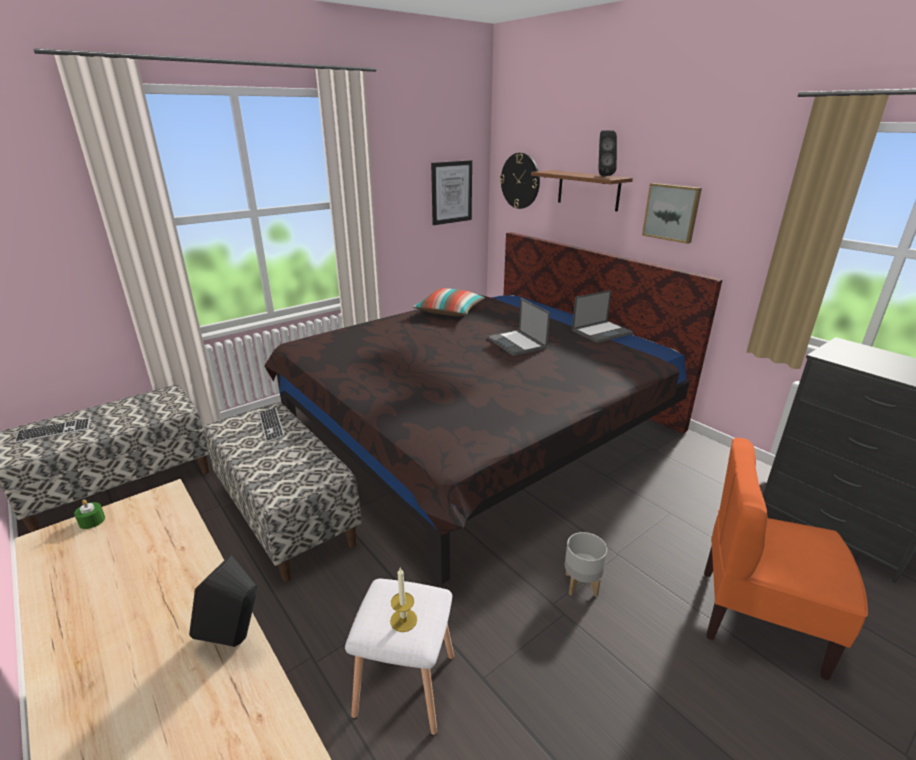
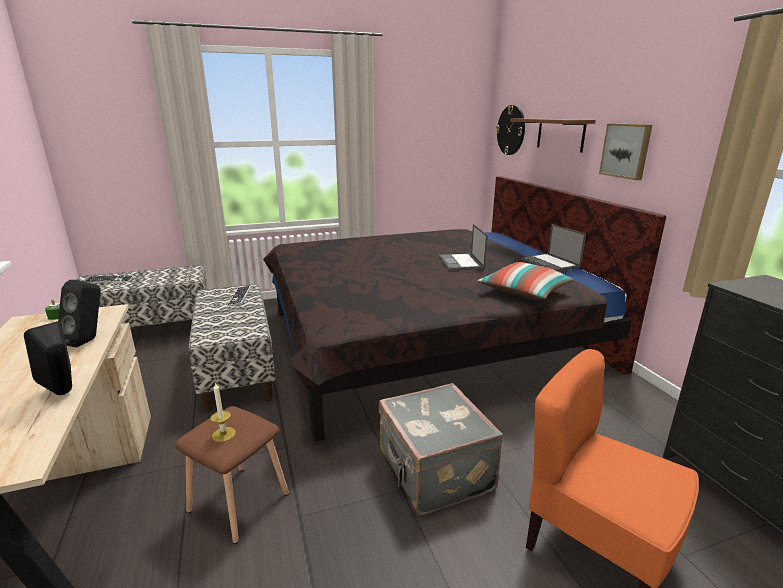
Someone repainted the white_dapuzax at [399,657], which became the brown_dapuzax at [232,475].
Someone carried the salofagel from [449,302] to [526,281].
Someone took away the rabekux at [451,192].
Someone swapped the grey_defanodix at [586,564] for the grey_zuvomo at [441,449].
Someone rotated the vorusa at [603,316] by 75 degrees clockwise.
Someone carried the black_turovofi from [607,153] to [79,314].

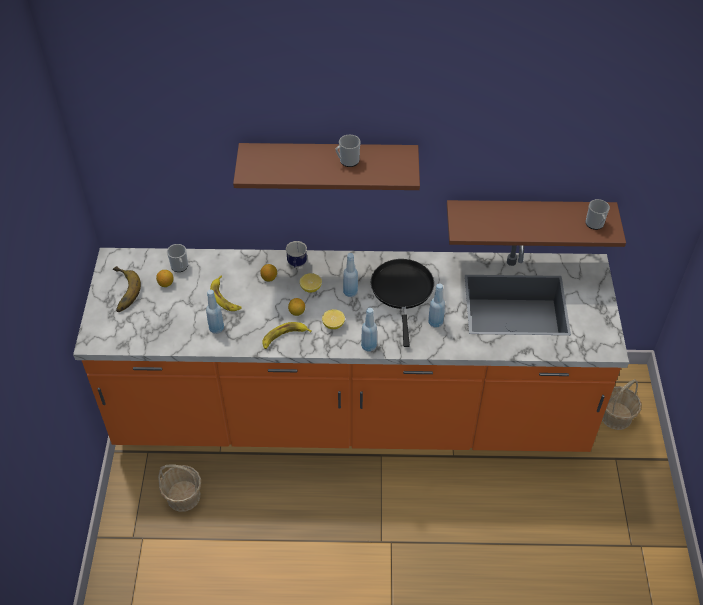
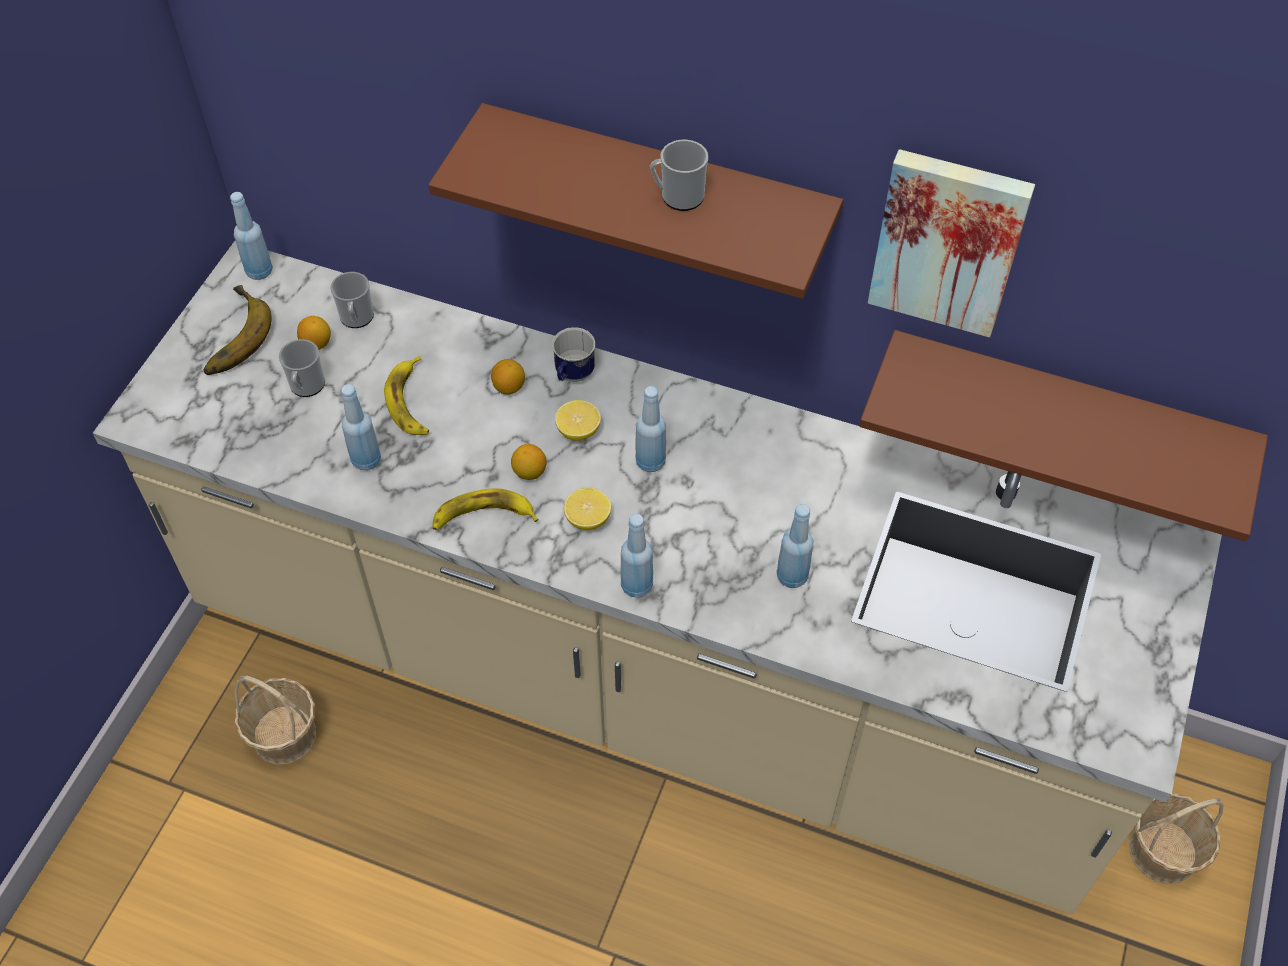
Someone repainted the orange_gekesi at [351,348], which became the beige_gekesi at [657,577].
Someone took away the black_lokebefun at [402,303].
Someone carried the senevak from [598,214] to [302,368].
Someone put down the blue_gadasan at [251,236].
Someone put up the rabekux at [951,243].

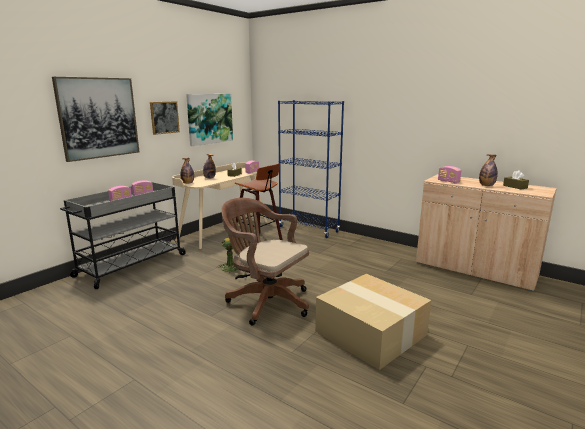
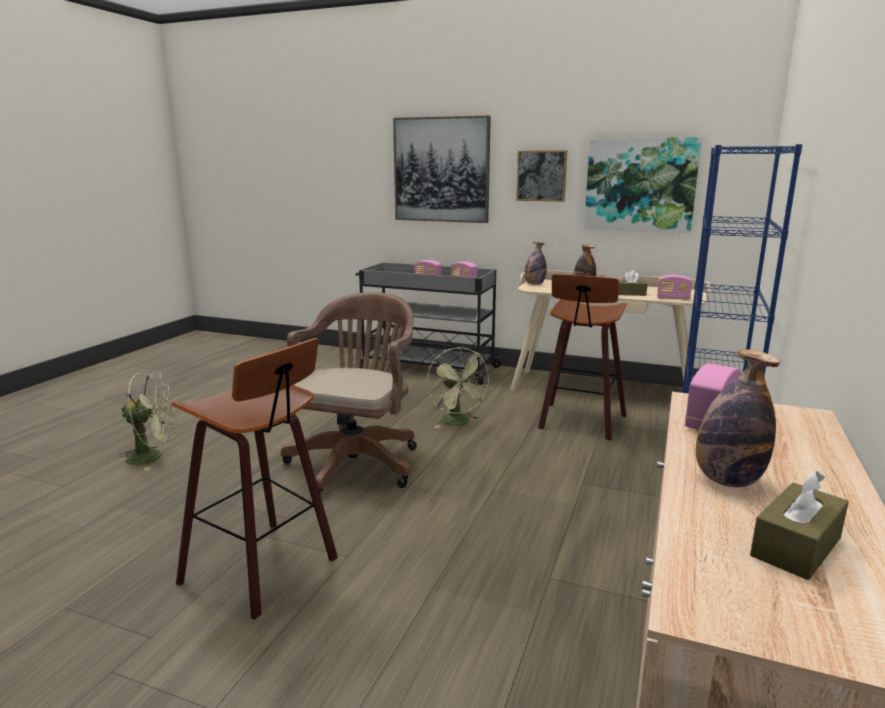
Someone swapped the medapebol at [373,322] for the dapuzax at [254,479].
Someone put down the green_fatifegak at [148,421].

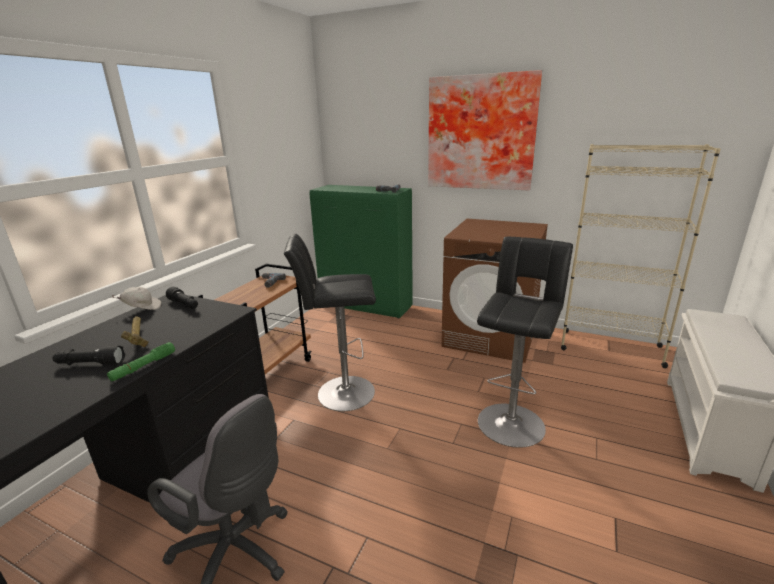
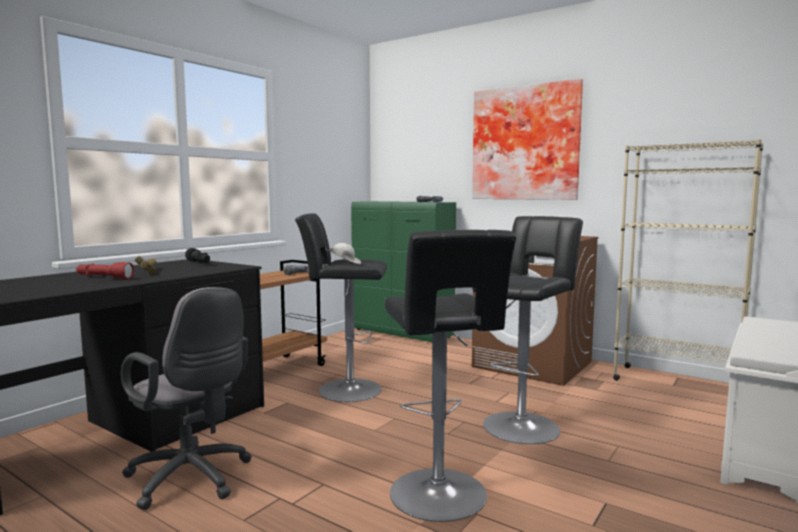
Someone repainted the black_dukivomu at [88,355], which became the red_dukivomu at [105,270].
Someone took away the green_dukivomu at [141,361].
Someone carried the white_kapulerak from [136,298] to [343,253].
Someone put down the black_dapuzax at [450,376].

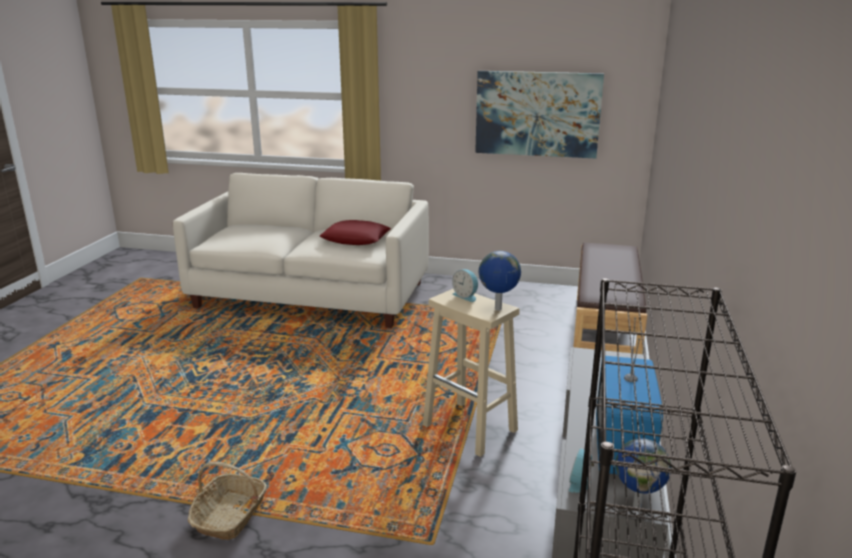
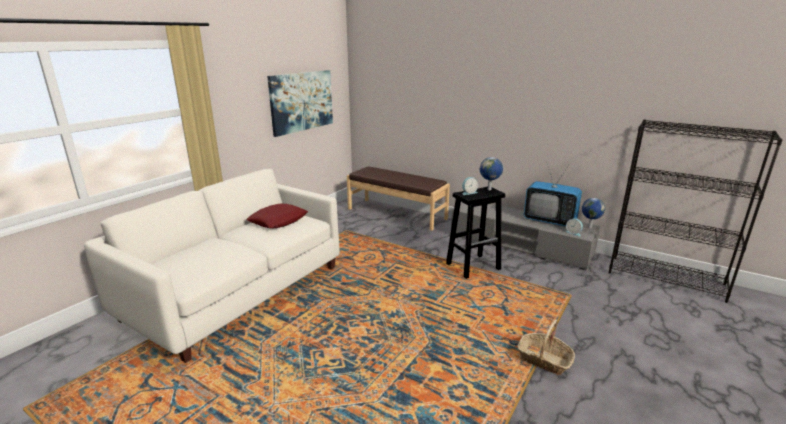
Someone repainted the beige_dapuzax at [471,373], which became the black_dapuzax at [475,232].

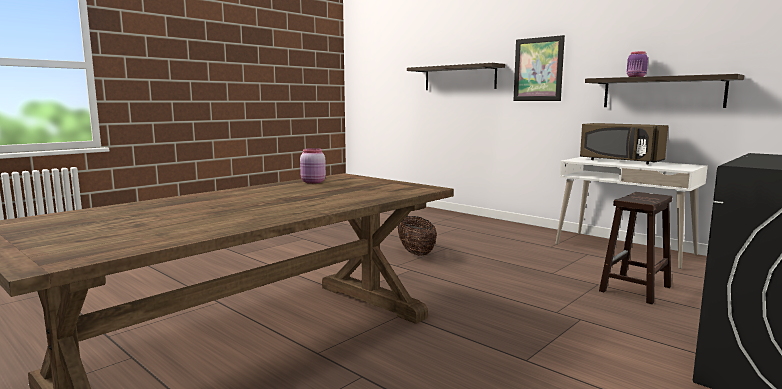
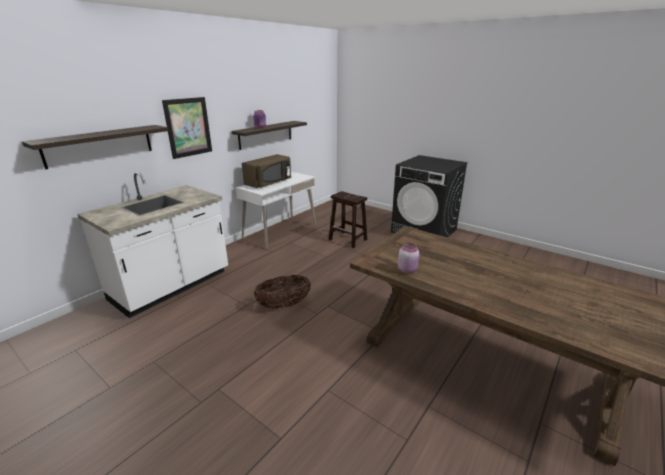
Someone put down the white_gekesi at [152,245].

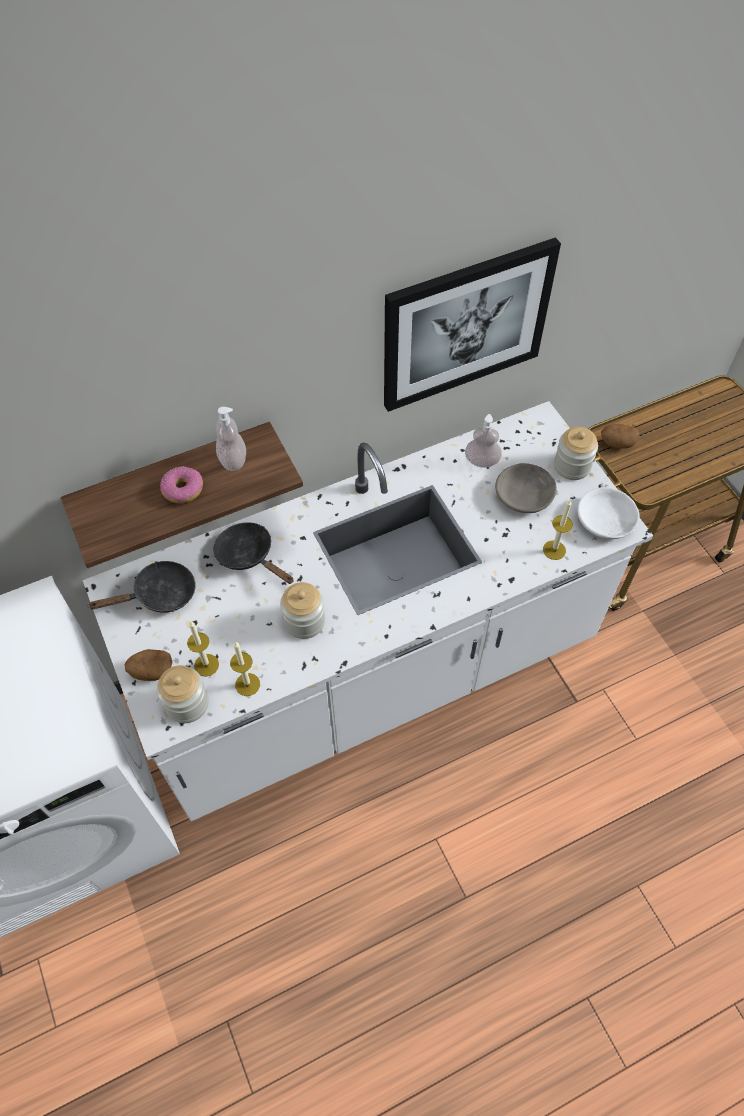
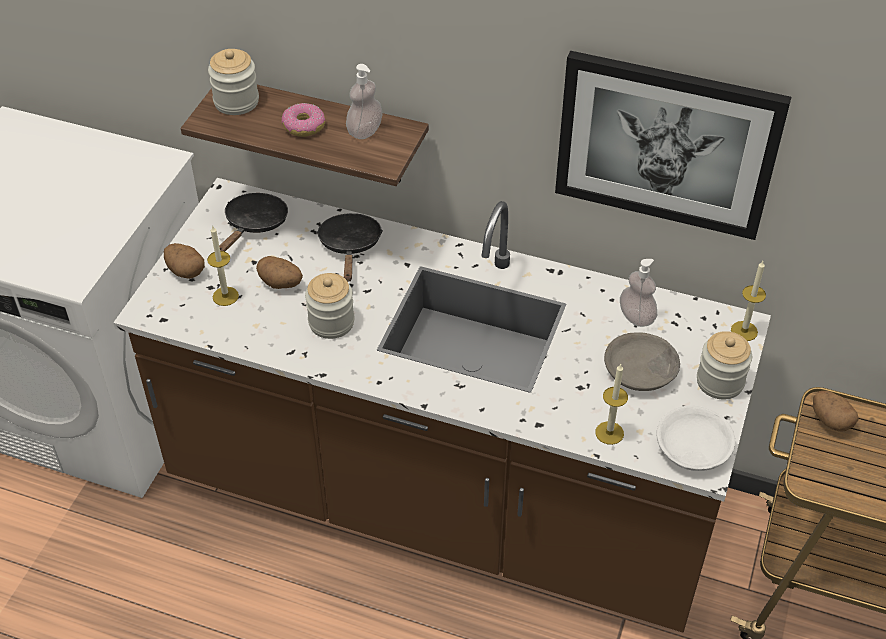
Someone repainted the white_gekesi at [368,611], which became the brown_gekesi at [442,405].
Someone rotated the black_lokebefun at [142,587] by 90 degrees counterclockwise.
Someone carried the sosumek from [183,694] to [233,82].
Someone carried the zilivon from [245,669] to [748,301].
Someone put down the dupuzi at [279,272].

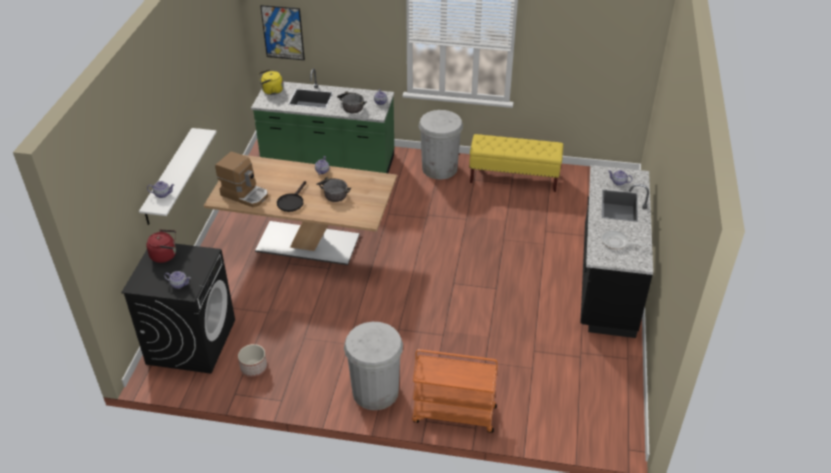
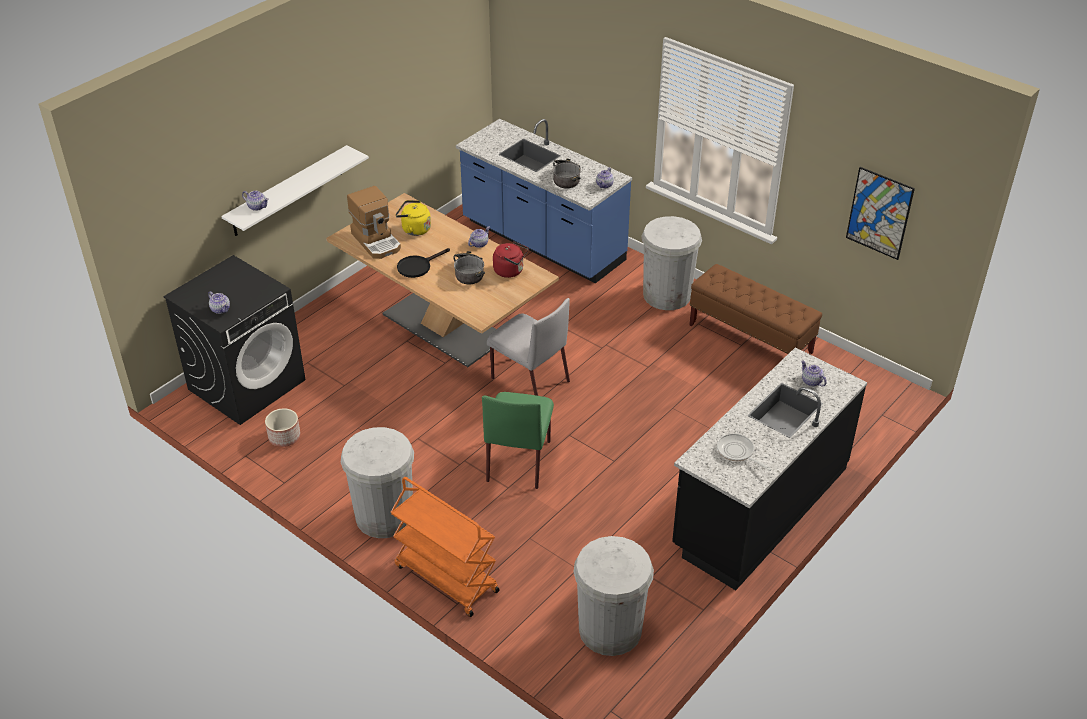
Someone carried the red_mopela from [161,246] to [511,259].
Someone repainted the green_gekesi at [322,120], which became the blue_gekesi at [544,201].
Someone carried the yellow_mopela from [271,82] to [413,218].
Someone carried the rabekux from [282,32] to [880,213].
Someone repainted the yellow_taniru at [516,163], which became the brown_taniru at [755,309].
Someone put down the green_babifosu at [518,440].
Someone put down the grey_babifosu at [528,347].
Someone put down the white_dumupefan at [614,596].

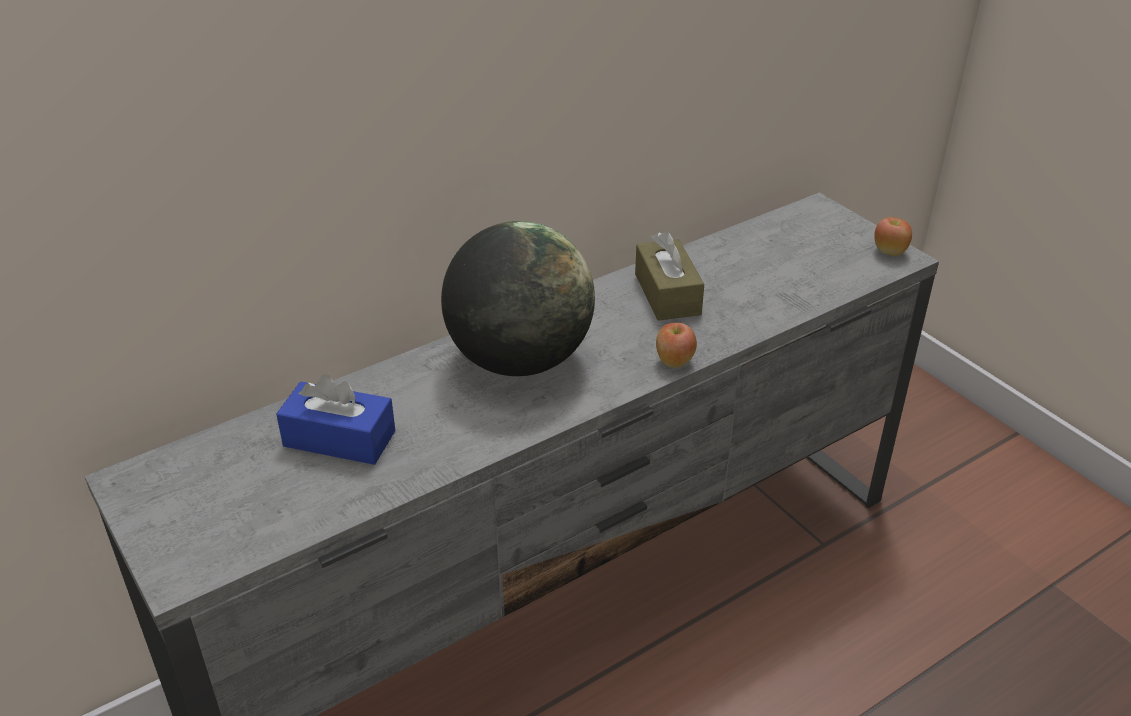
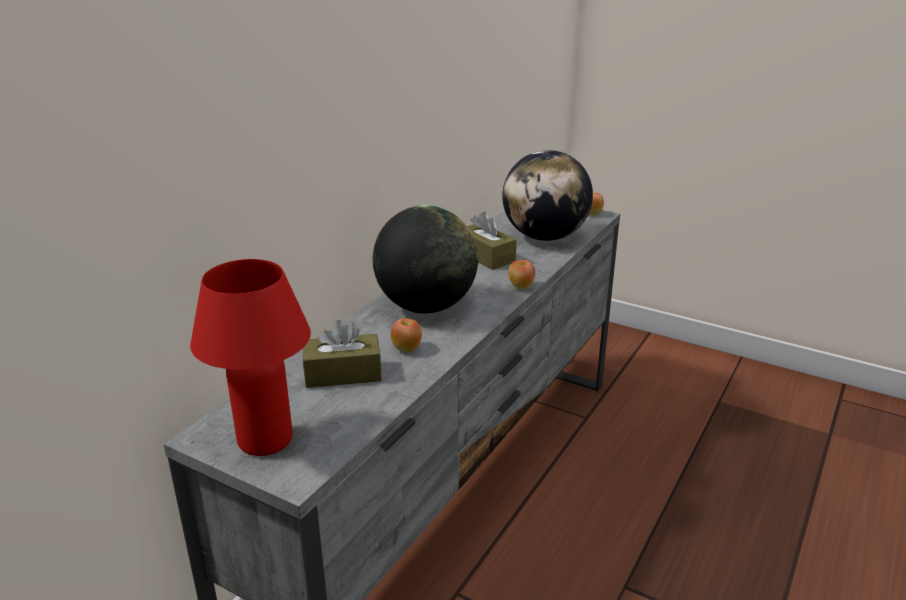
Someone repainted the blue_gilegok at [335,419], which became the brown_gilegok at [342,354].
Someone put down the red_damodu at [250,357].
Someone put down the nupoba at [406,335].
Someone put down the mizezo at [547,195].

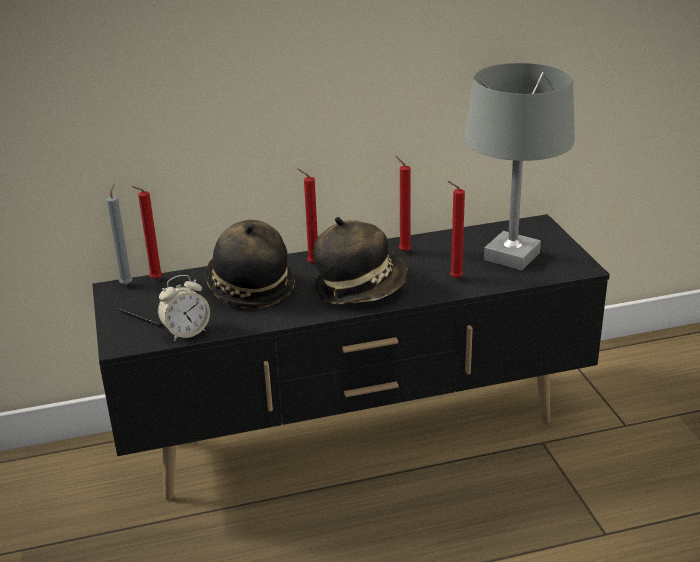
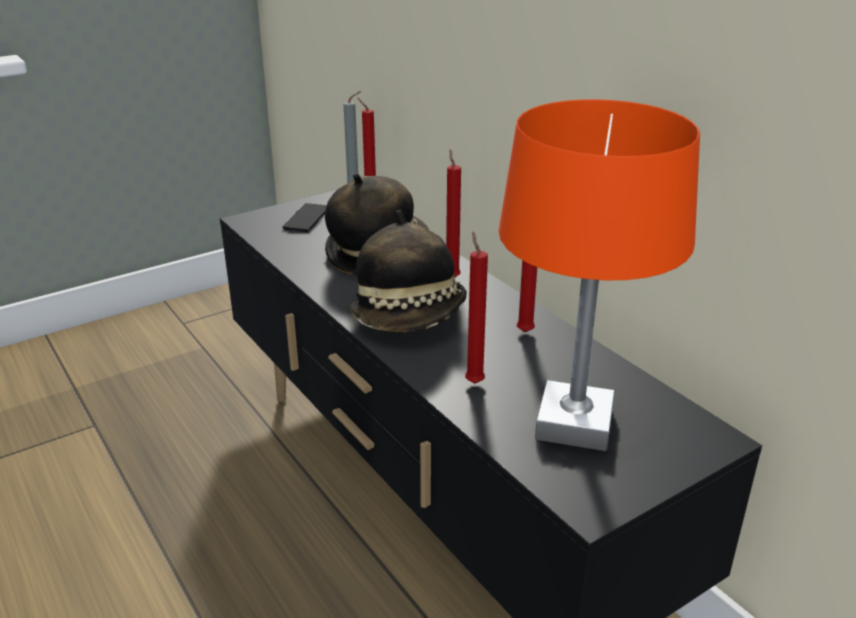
Someone took away the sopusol at [184,308].
Someone repainted the grey_damodu at [520,167], which became the orange_damodu at [599,275].

